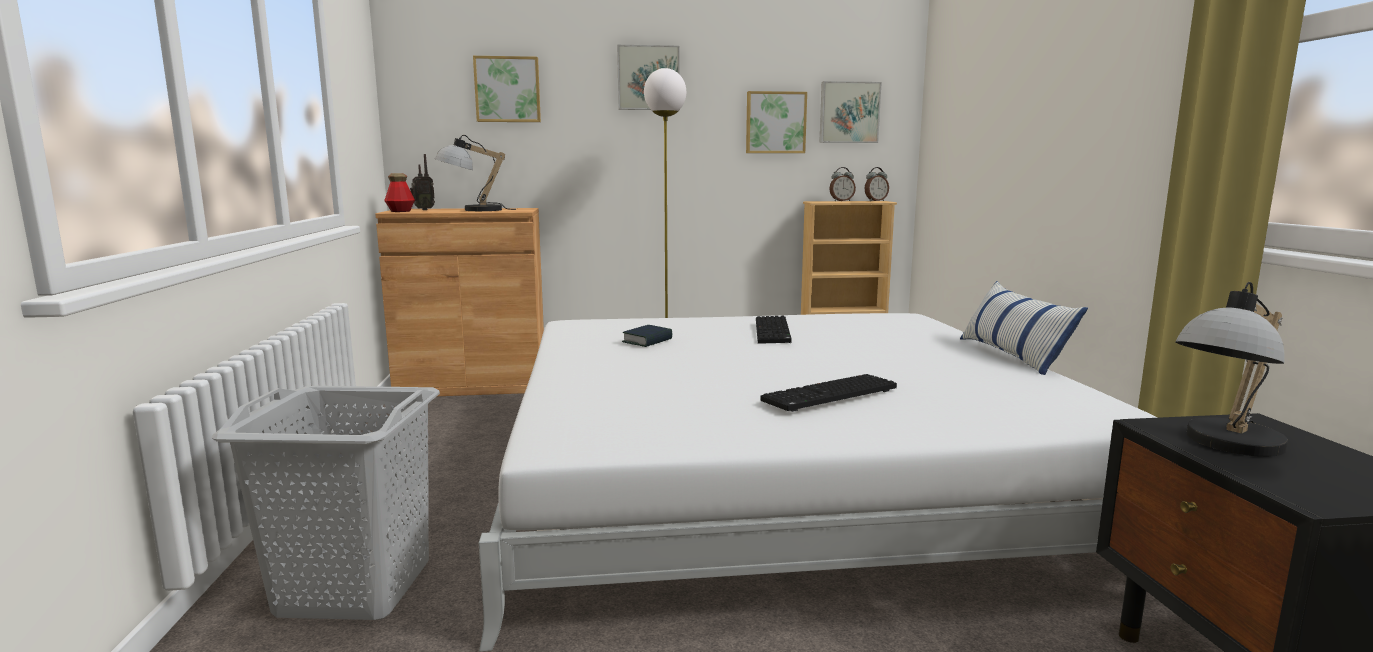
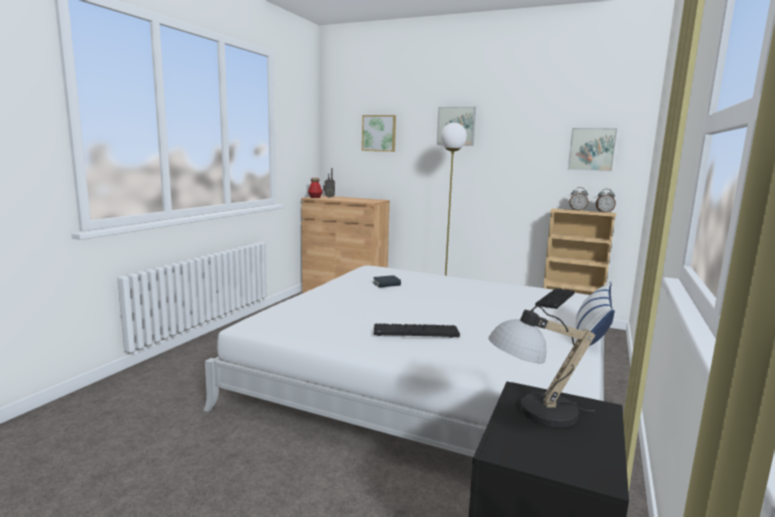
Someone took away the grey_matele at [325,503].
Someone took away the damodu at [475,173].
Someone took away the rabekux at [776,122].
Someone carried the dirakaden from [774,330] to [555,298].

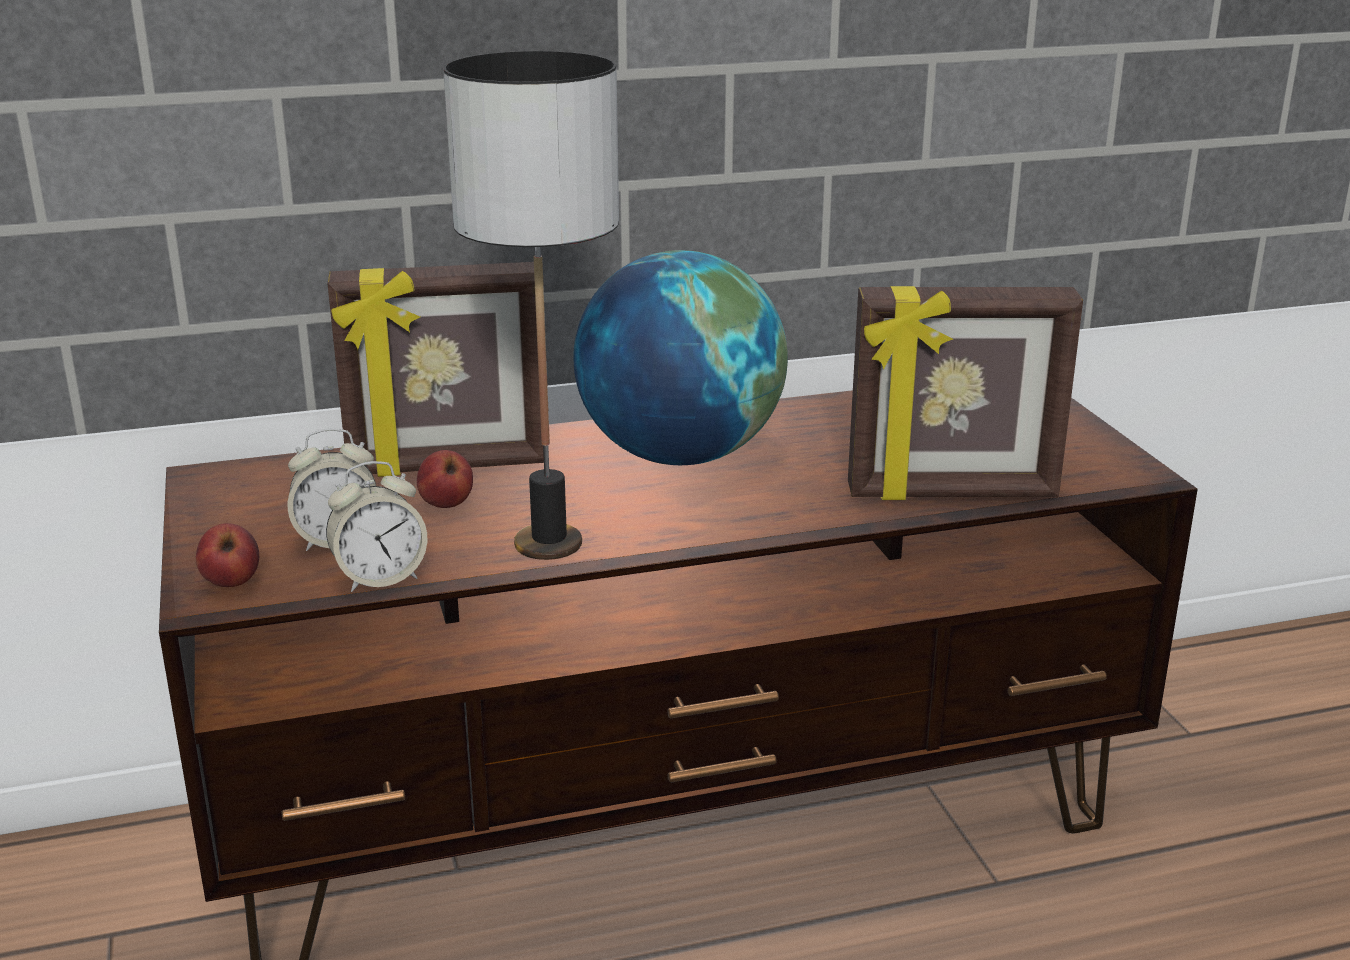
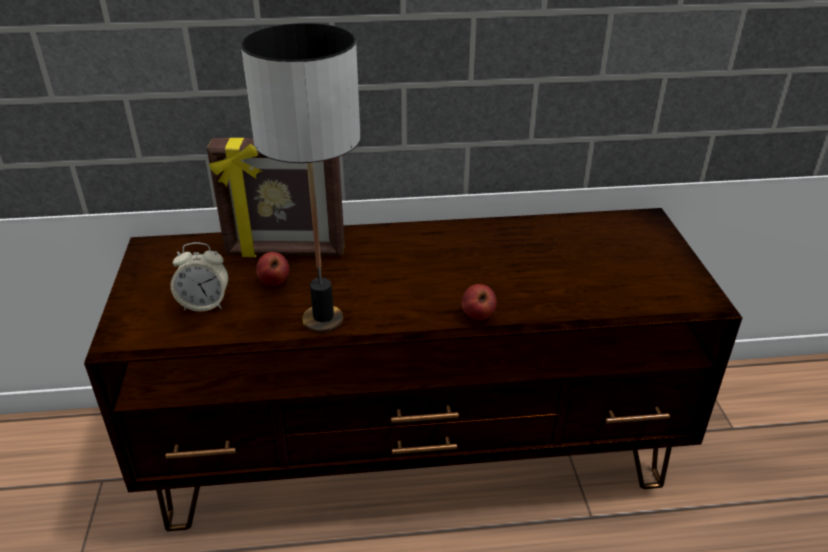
Someone carried the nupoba from [227,555] to [479,302].
Someone took away the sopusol at [376,526].
Someone took away the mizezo at [680,357].
Someone took away the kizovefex at [965,393].

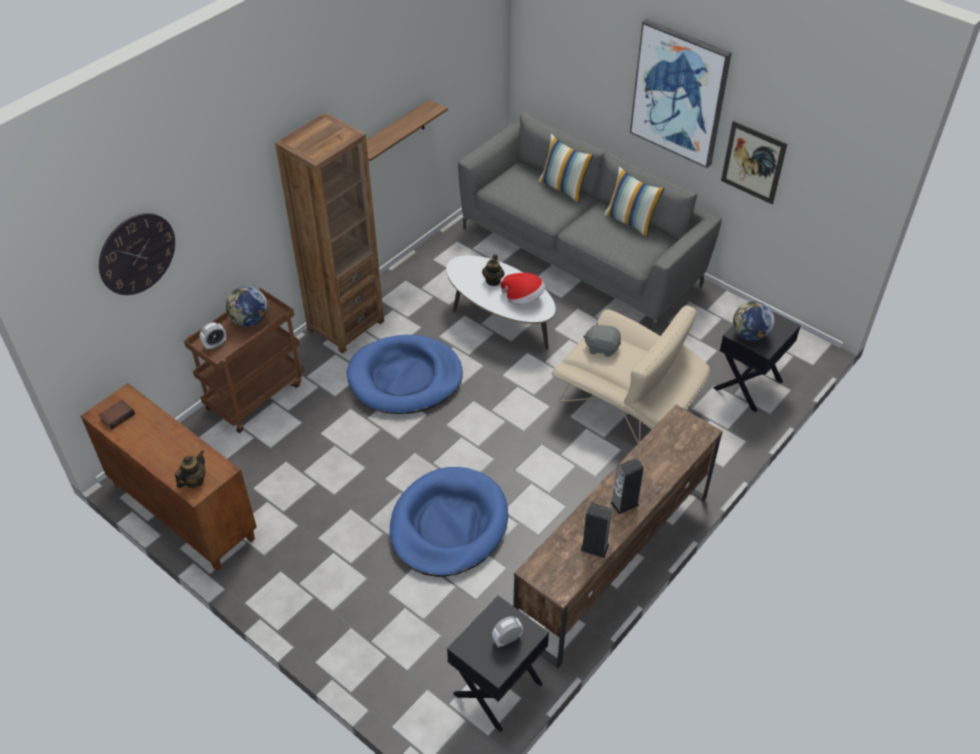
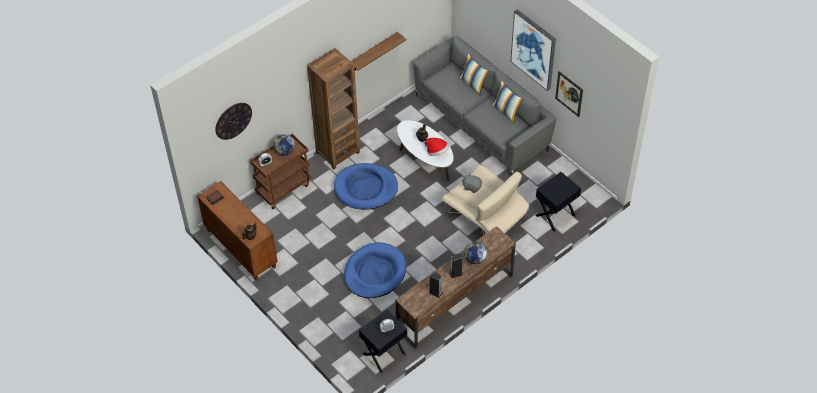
Someone carried the mizezo from [754,321] to [475,253].

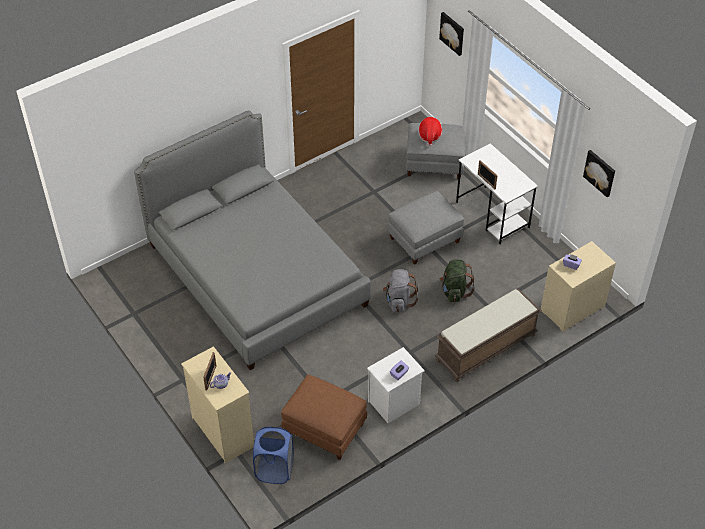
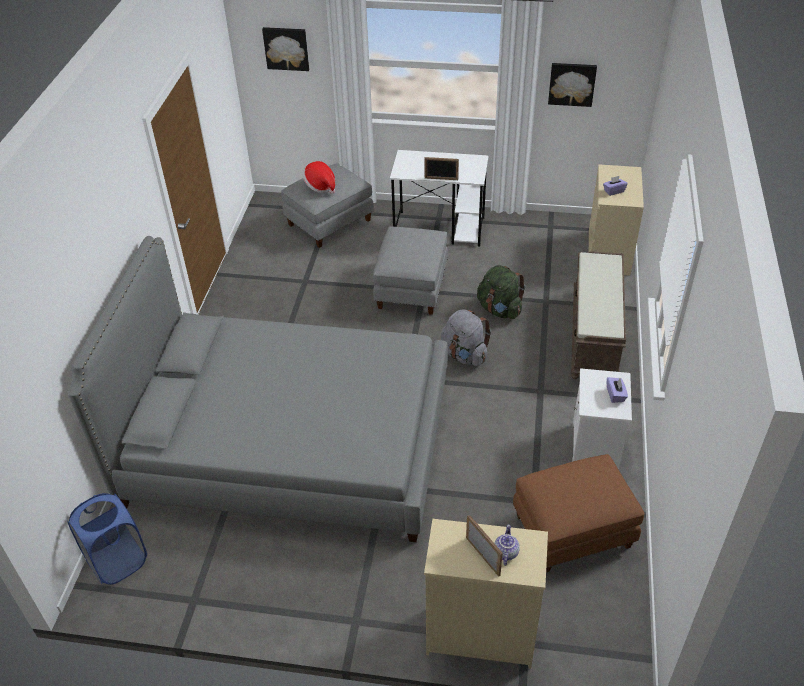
Someone carried the blue_matele from [273,455] to [107,539].

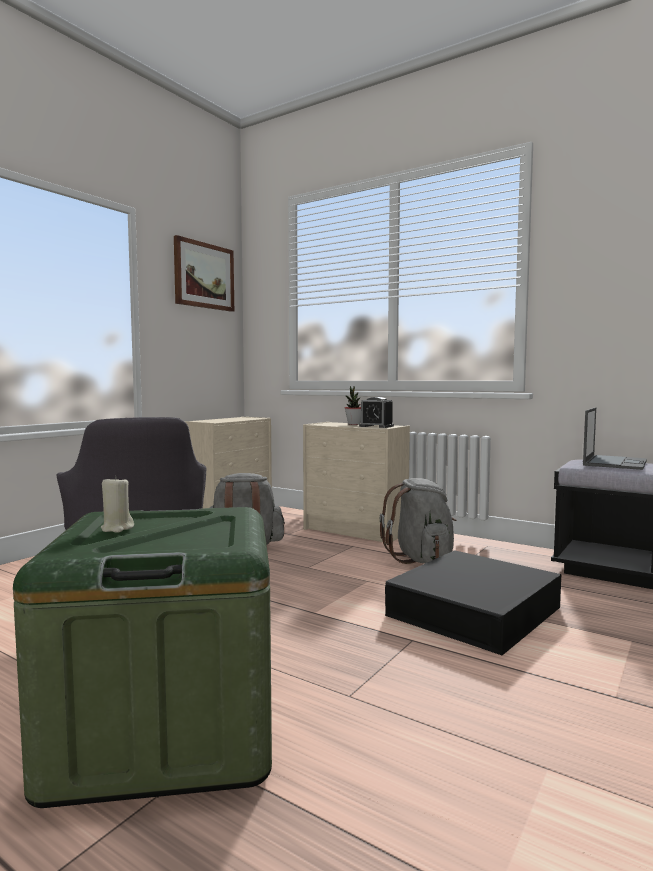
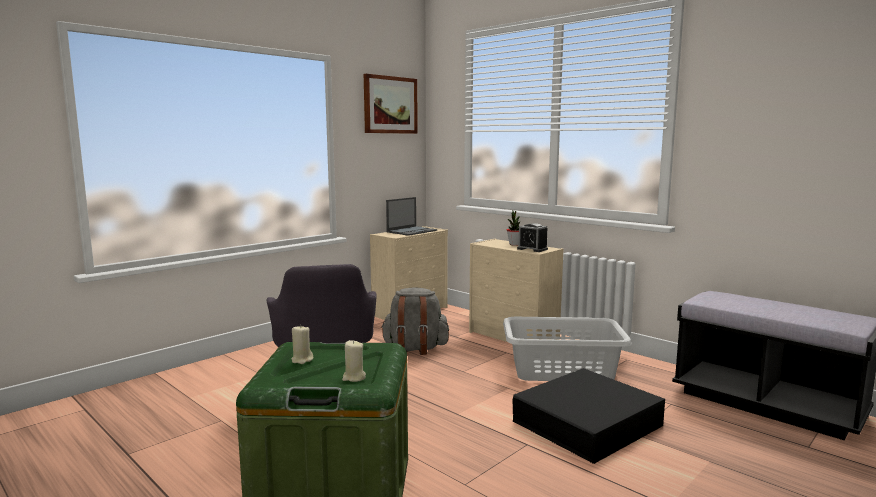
Someone swapped the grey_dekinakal at [418,521] for the grey_matele at [567,349].
Someone carried the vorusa from [615,439] to [411,216].
Someone put down the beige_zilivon at [354,361].

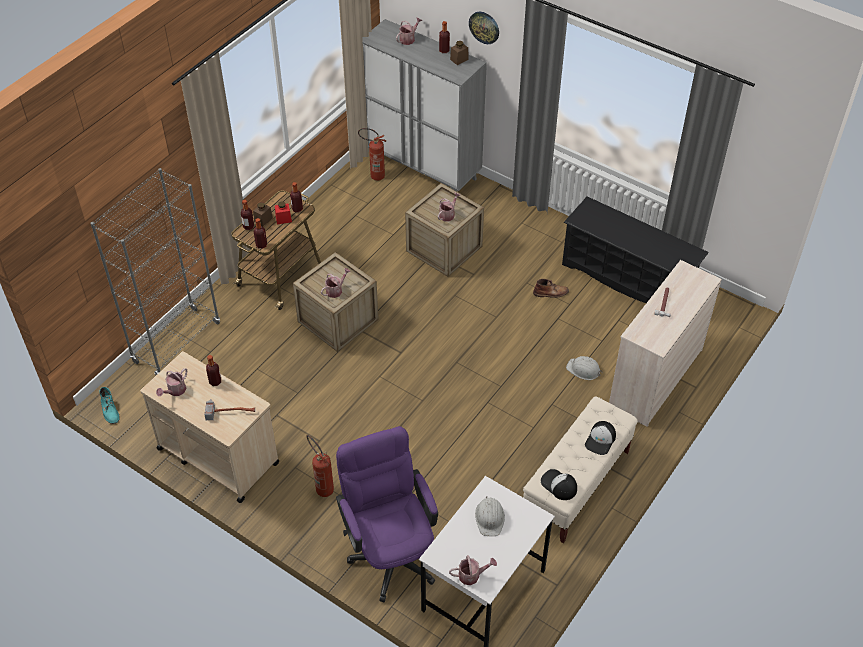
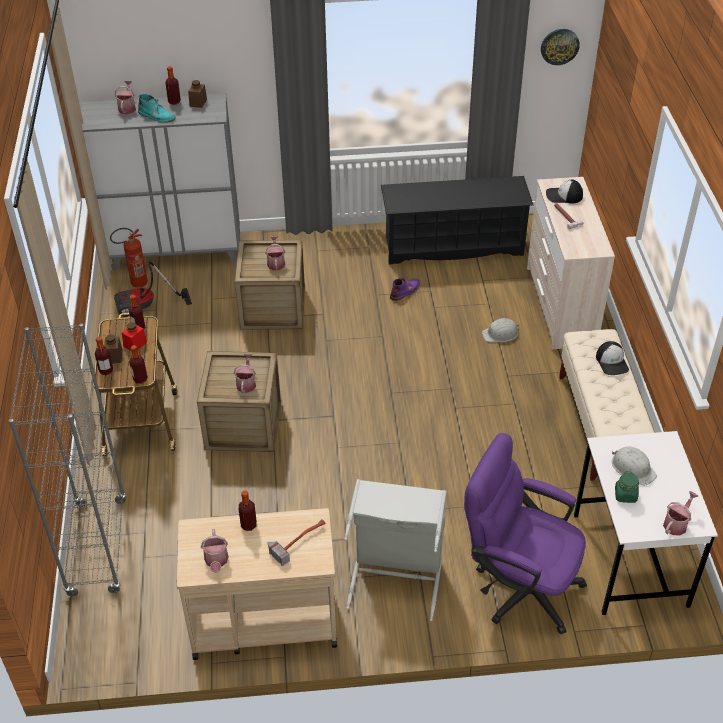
Someone carried the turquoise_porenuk from [110,405] to [157,108].
Someone swapped the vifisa at [320,466] for the grey_matele at [395,550].
Someone carried the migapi from [484,28] to [560,47].
Someone repainted the brown_porenuk at [551,288], which became the purple_porenuk at [405,289].
Someone carried the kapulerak from [559,484] to [564,192].
Someone put down the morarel at [153,289].
Someone put down the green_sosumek at [627,487].

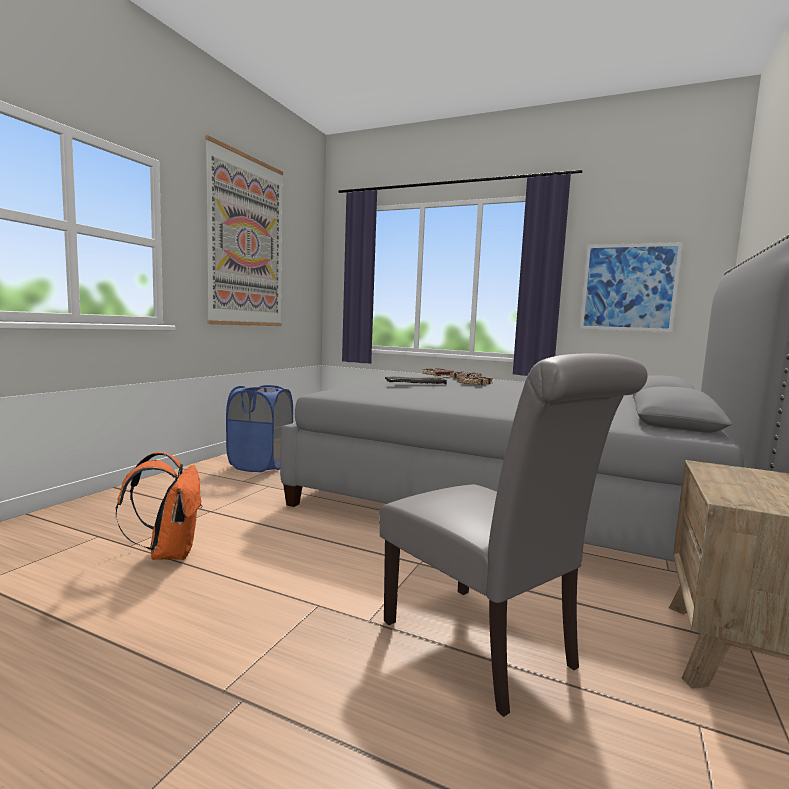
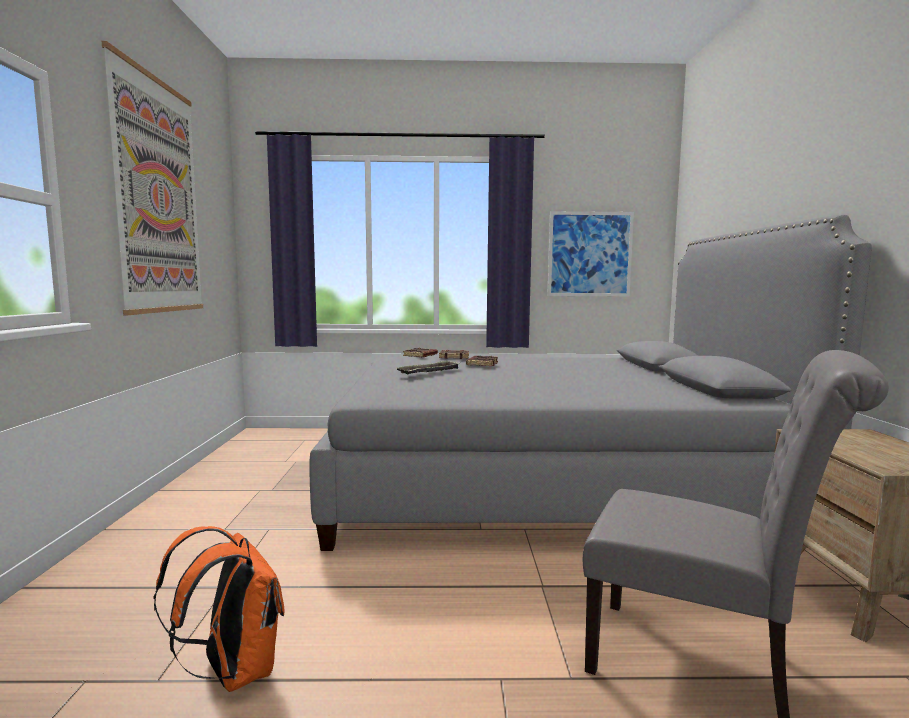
Someone took away the blue_matele at [259,428].

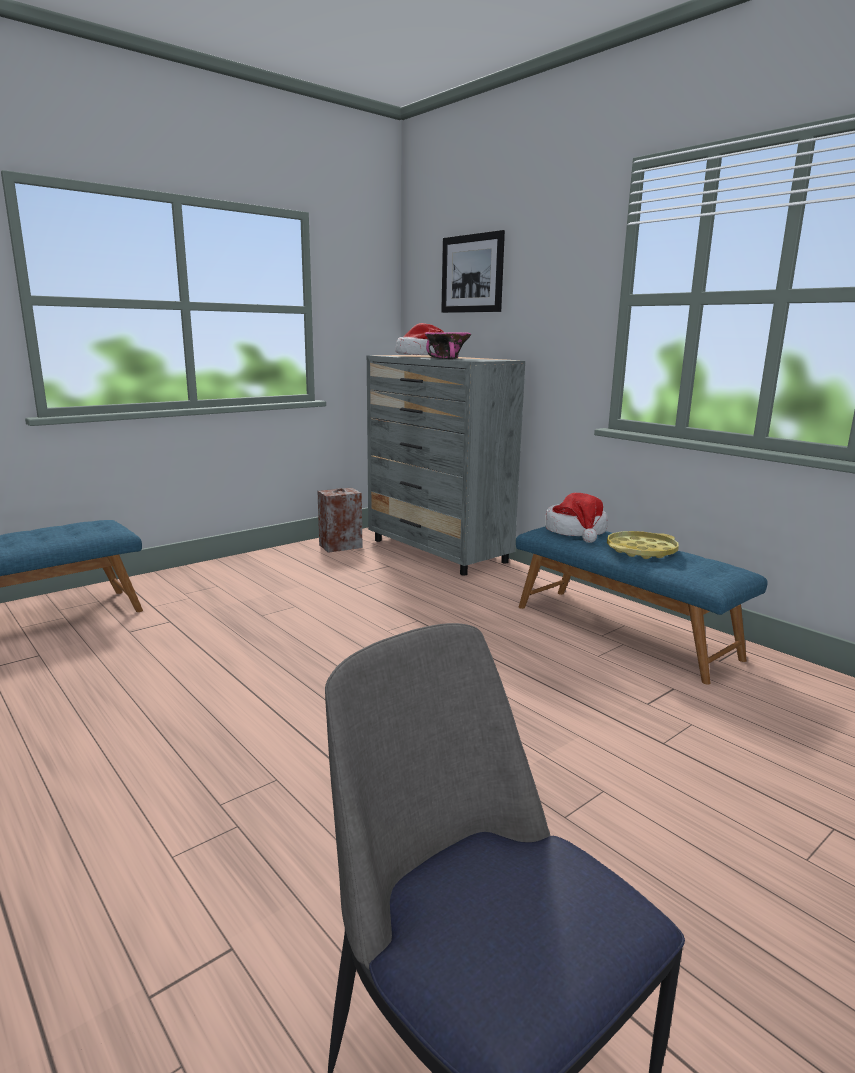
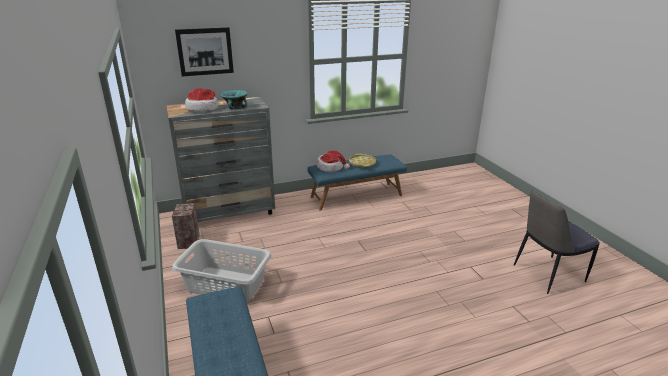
Someone repainted the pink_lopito at [448,345], which became the turquoise_lopito at [233,99].
Someone put down the grey_matele at [222,271].

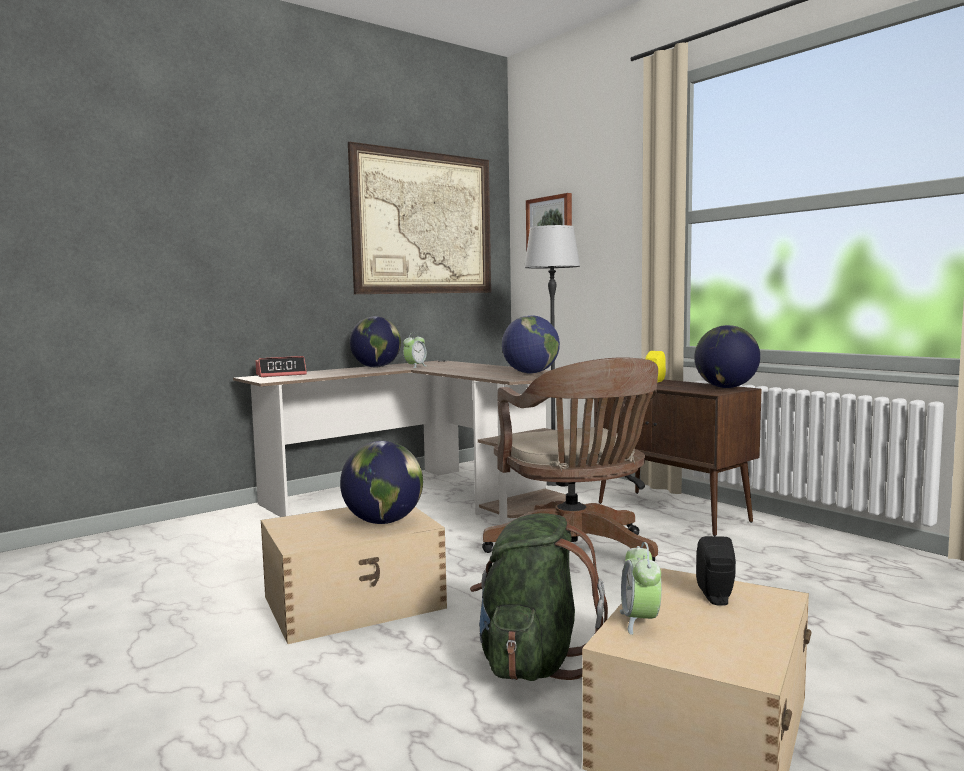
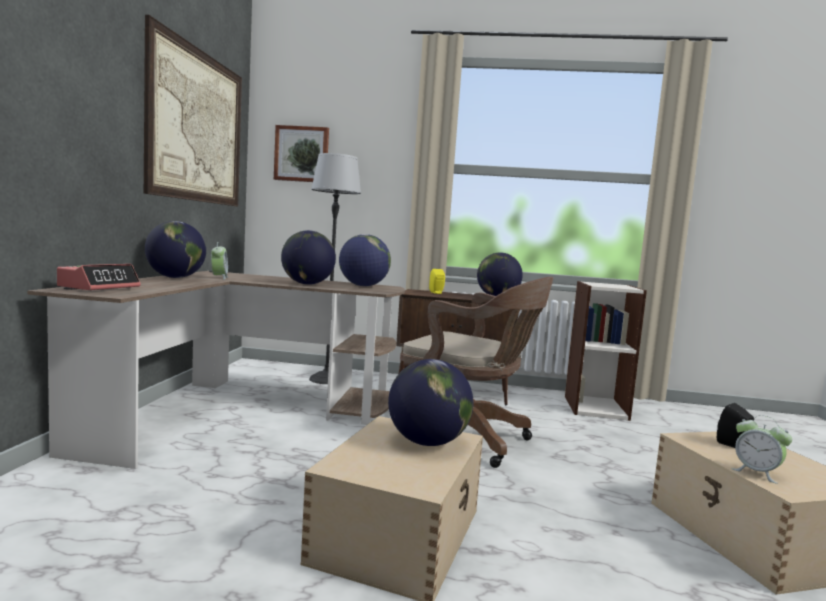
Someone took away the green_dekinakal at [539,597].
Someone put down the mizezo at [308,257].
Someone put down the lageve at [606,351].

